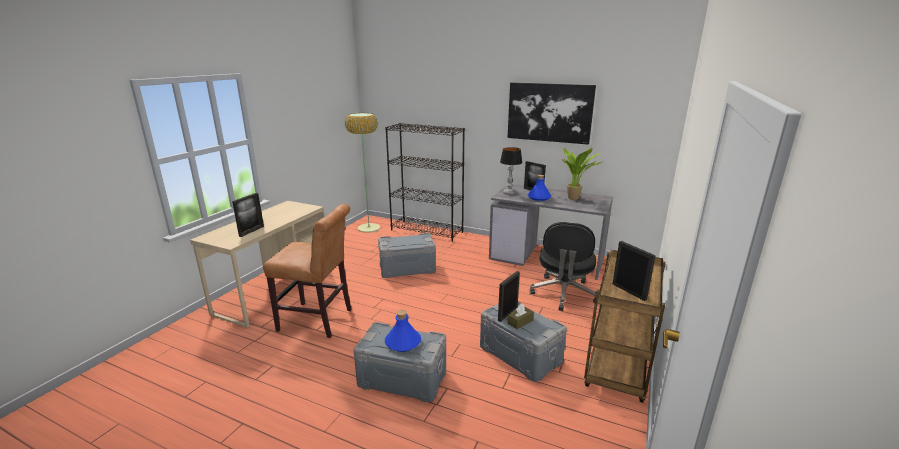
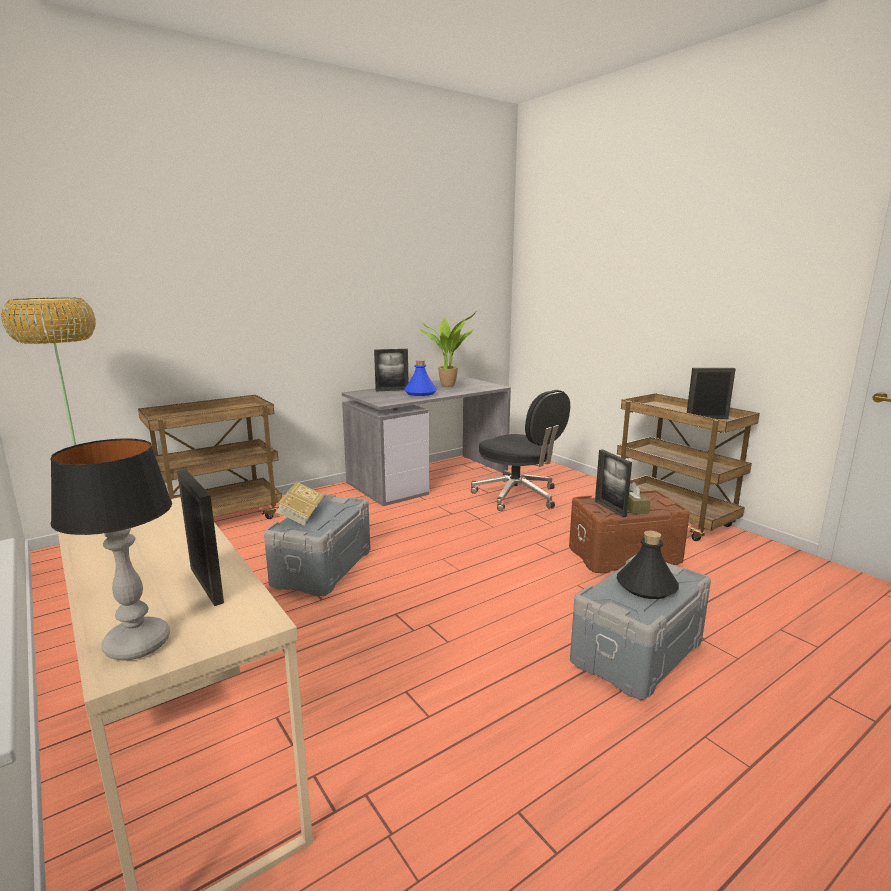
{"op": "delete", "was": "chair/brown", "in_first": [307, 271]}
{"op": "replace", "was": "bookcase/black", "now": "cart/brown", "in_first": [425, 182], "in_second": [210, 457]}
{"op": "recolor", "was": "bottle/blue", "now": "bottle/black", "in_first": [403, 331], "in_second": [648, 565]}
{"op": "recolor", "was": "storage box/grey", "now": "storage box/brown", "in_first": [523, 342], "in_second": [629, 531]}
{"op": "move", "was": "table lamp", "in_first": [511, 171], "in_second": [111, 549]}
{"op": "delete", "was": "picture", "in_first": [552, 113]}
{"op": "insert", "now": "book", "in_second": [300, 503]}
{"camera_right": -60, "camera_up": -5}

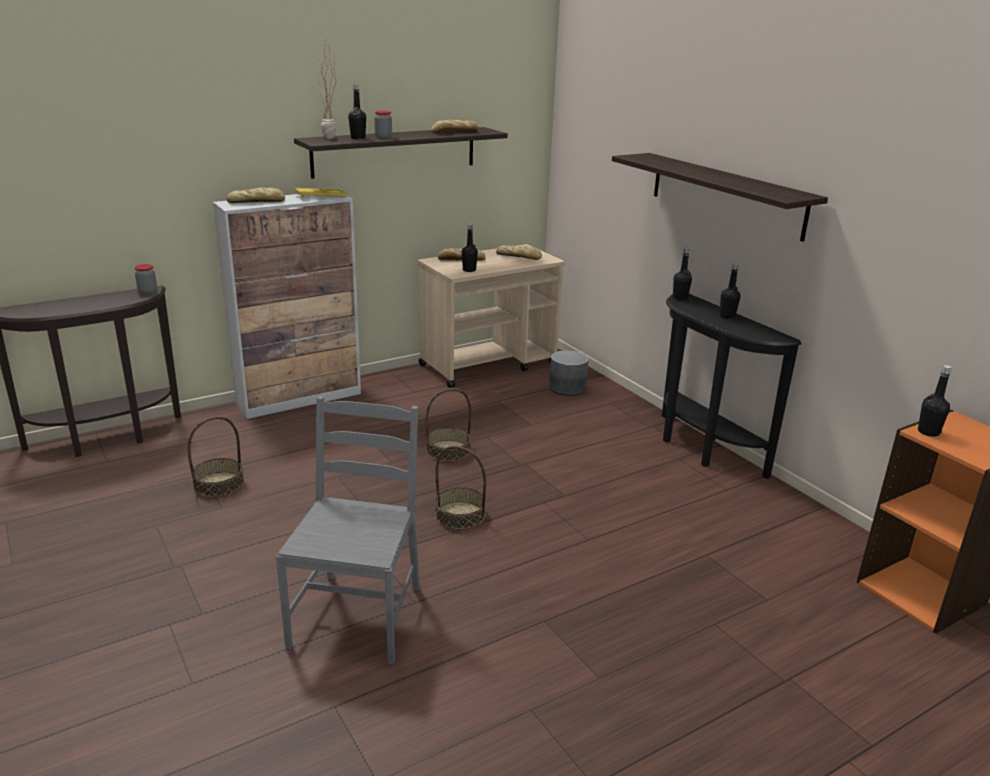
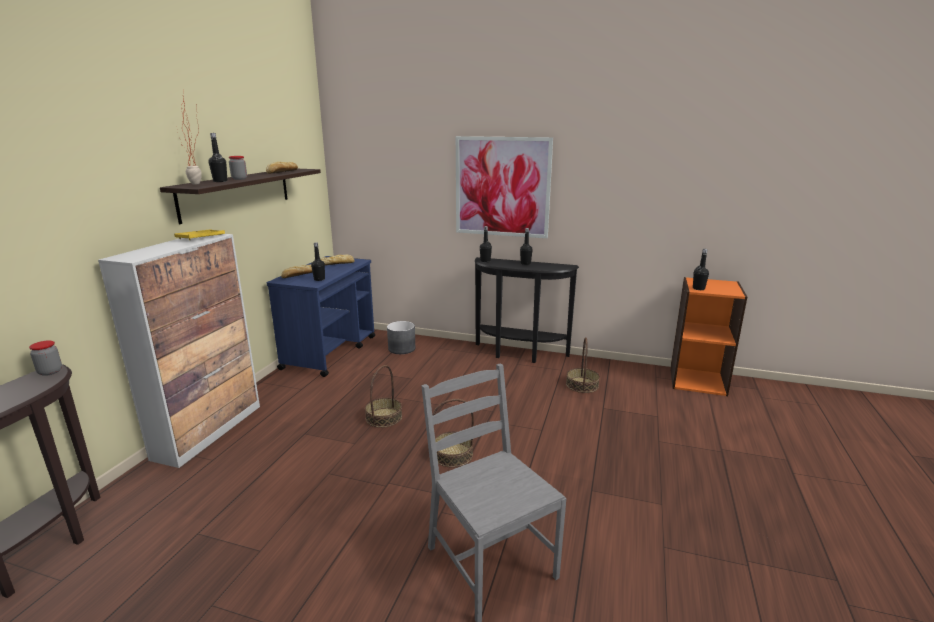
{"op": "move", "was": "basket", "in_first": [215, 457], "in_second": [583, 365]}
{"op": "delete", "was": "bread", "in_first": [256, 195]}
{"op": "recolor", "was": "cart/beige", "now": "cart/blue", "in_first": [491, 316], "in_second": [320, 316]}
{"op": "replace", "was": "shelf", "now": "picture", "in_first": [720, 197], "in_second": [504, 187]}
{"camera_right": -40, "camera_up": -5}

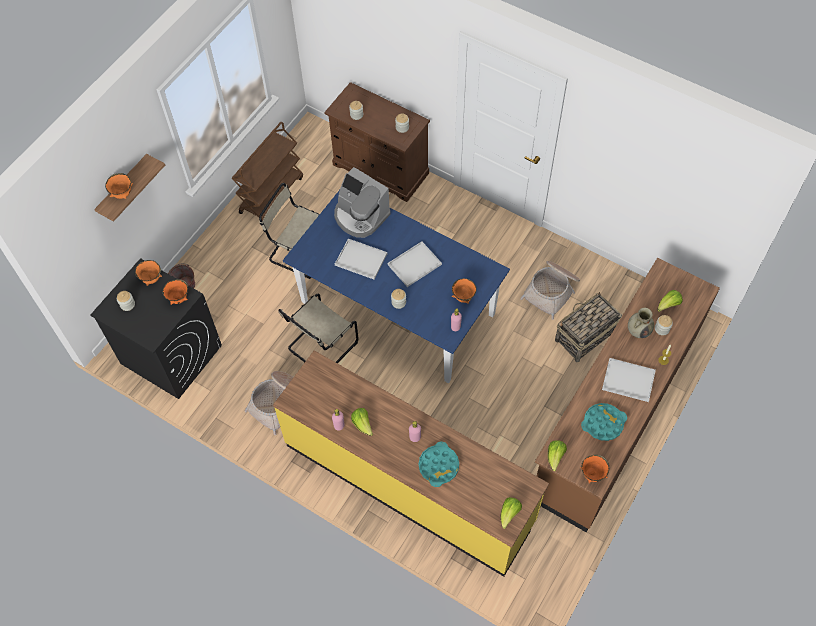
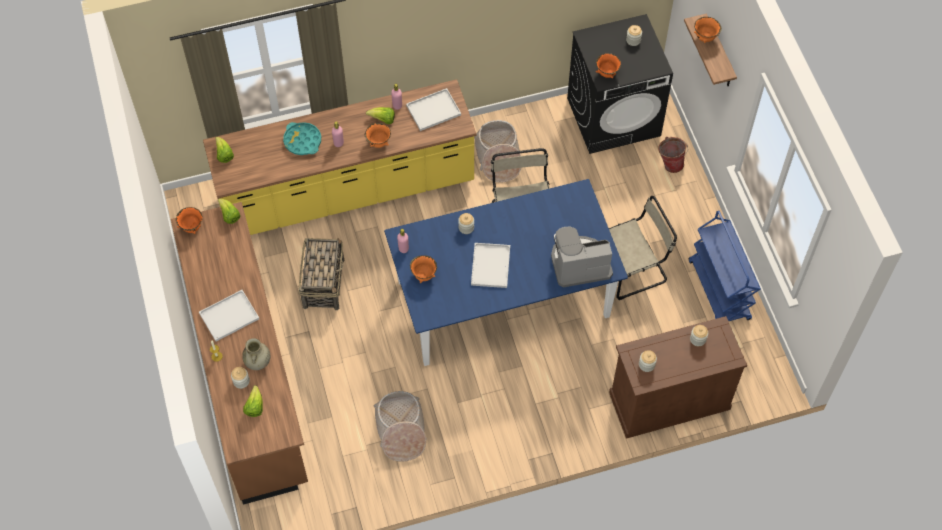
{"op": "move", "was": "bowl/orange", "in_first": [148, 273], "in_second": [378, 135]}
{"op": "recolor", "was": "cart/brown", "now": "cart/blue", "in_first": [267, 171], "in_second": [725, 266]}
{"op": "move", "was": "tray/white", "in_first": [361, 259], "in_second": [433, 109]}
{"op": "move", "was": "basket", "in_first": [588, 327], "in_second": [321, 274]}
{"op": "delete", "was": "tray/turquoise", "in_first": [604, 422]}
{"camera_right": 130, "camera_up": 0}

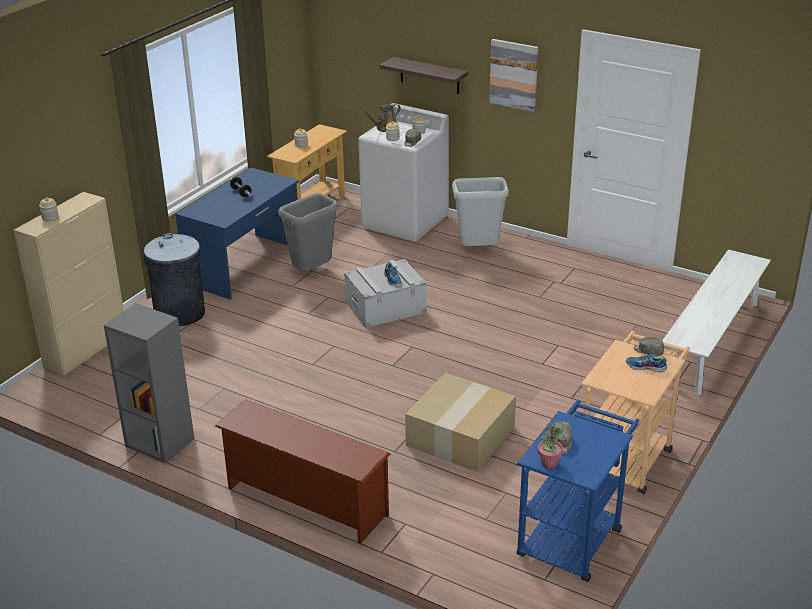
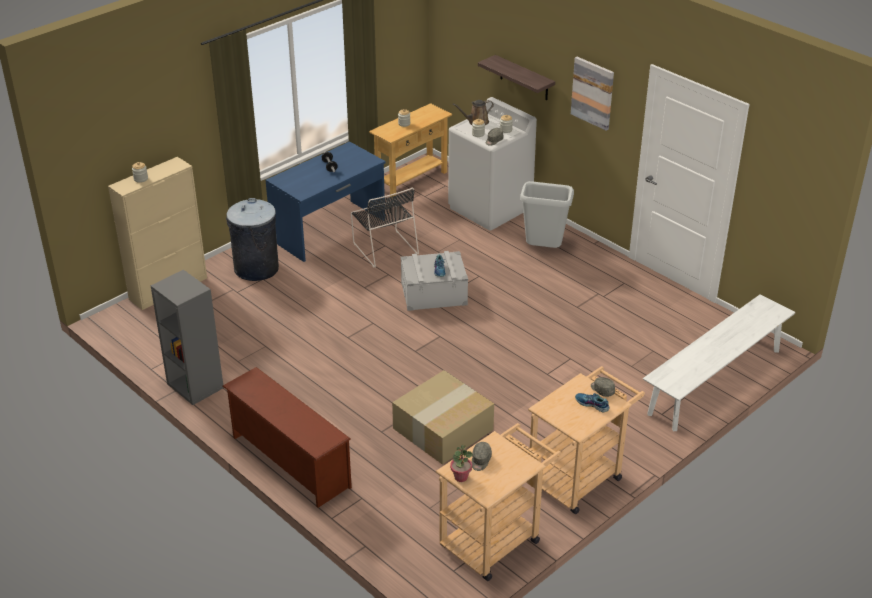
{"op": "replace", "was": "trash can/grey", "now": "chair/black", "in_first": [308, 232], "in_second": [385, 228]}
{"op": "recolor", "was": "cart/blue", "now": "cart/beige", "in_first": [578, 490], "in_second": [498, 502]}
{"camera_right": 15, "camera_up": 5}

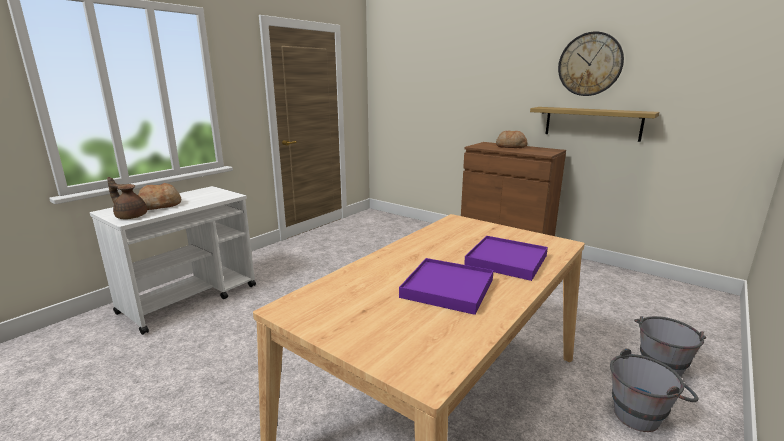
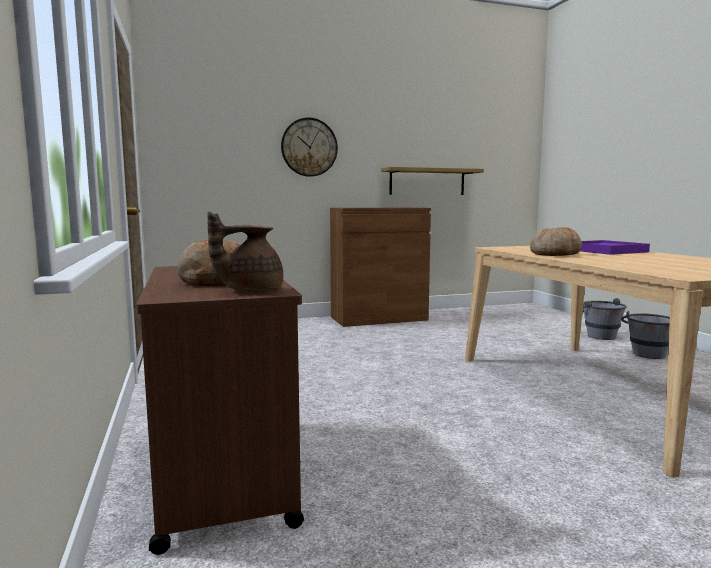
{"op": "recolor", "was": "cart/white", "now": "cart/brown", "in_first": [173, 260], "in_second": [220, 410]}
{"op": "delete", "was": "tray/purple", "in_first": [446, 286]}
{"op": "move", "was": "bread", "in_first": [512, 139], "in_second": [556, 241]}
{"op": "move", "was": "wall clock", "in_first": [591, 64], "in_second": [309, 147]}
{"camera_right": -55, "camera_up": -10}

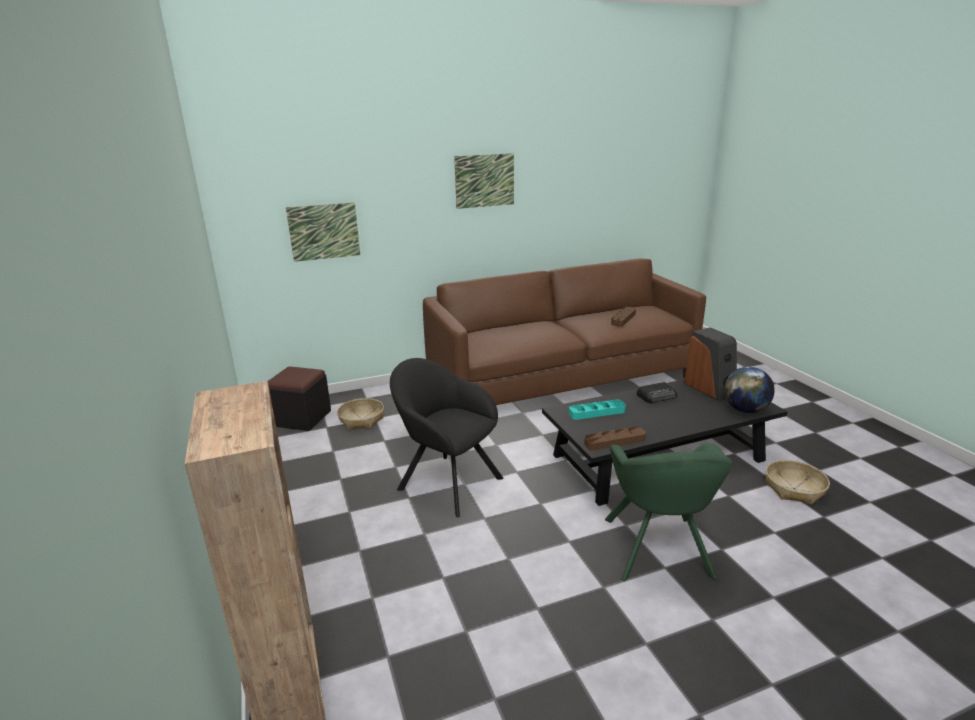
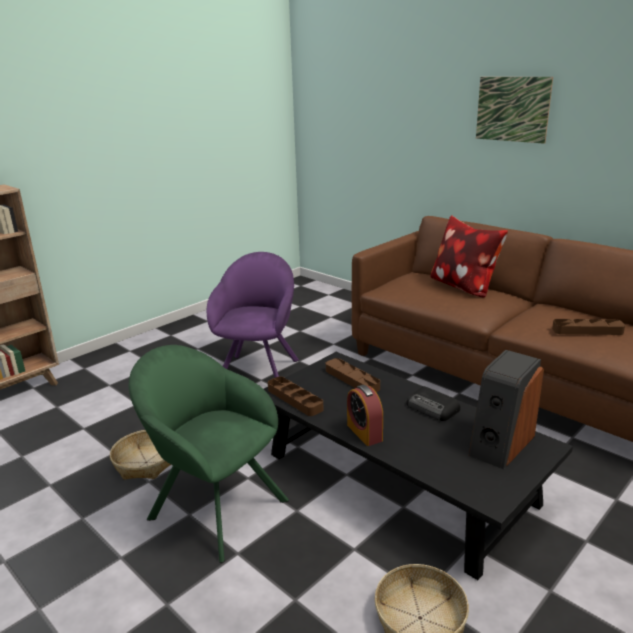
{"op": "delete", "was": "ottoman/black", "in_first": [299, 398]}
{"op": "delete", "was": "picture", "in_first": [323, 232]}
{"op": "move", "was": "basket", "in_first": [360, 413], "in_second": [140, 455]}
{"op": "recolor", "was": "armchair/black", "now": "armchair/purple", "in_first": [447, 438], "in_second": [253, 315]}
{"op": "recolor", "was": "tray/turquoise", "now": "tray/brown", "in_first": [597, 409], "in_second": [353, 375]}
{"op": "rotate", "was": "armchair/green", "in_first": [669, 512], "in_second": [209, 454], "clockwise": 60}
{"op": "delete", "was": "globe", "in_first": [749, 390]}
{"op": "insert", "now": "alarm clock", "in_second": [365, 415]}
{"op": "insert", "now": "pillow", "in_second": [469, 256]}
{"camera_right": 65, "camera_up": 0}

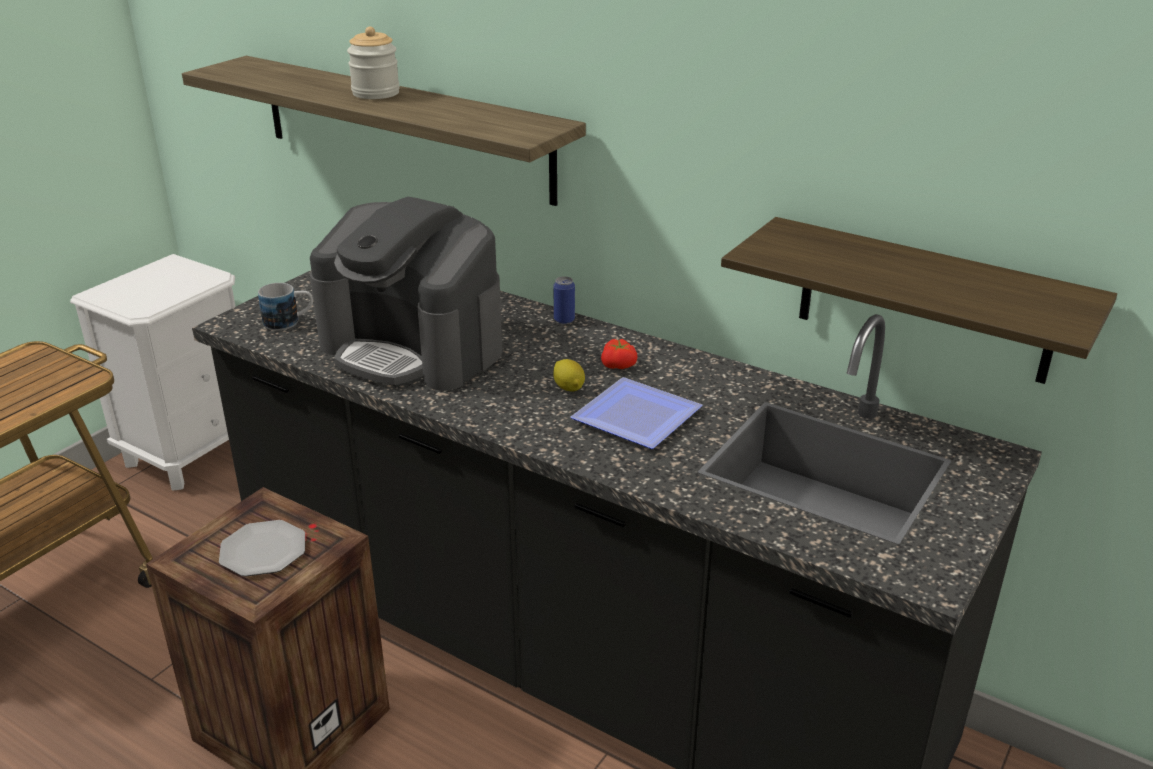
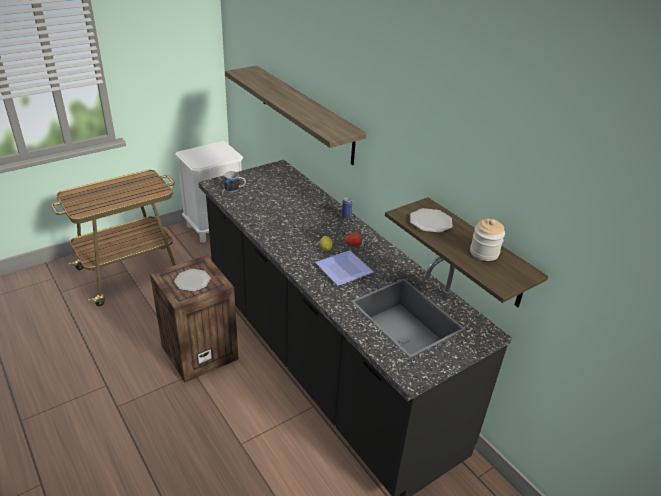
{"op": "delete", "was": "coffee machine", "in_first": [406, 294]}
{"op": "move", "was": "jar", "in_first": [373, 63], "in_second": [487, 240]}
{"op": "insert", "now": "plate", "in_second": [431, 220]}
{"camera_right": 20, "camera_up": 5}

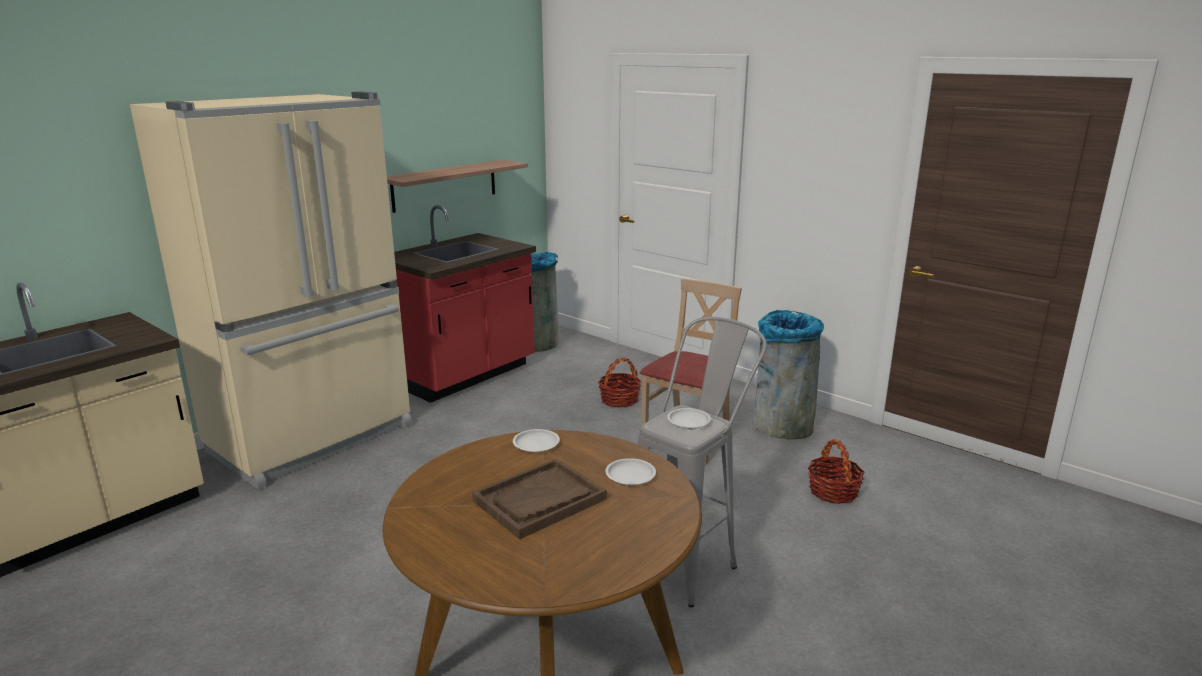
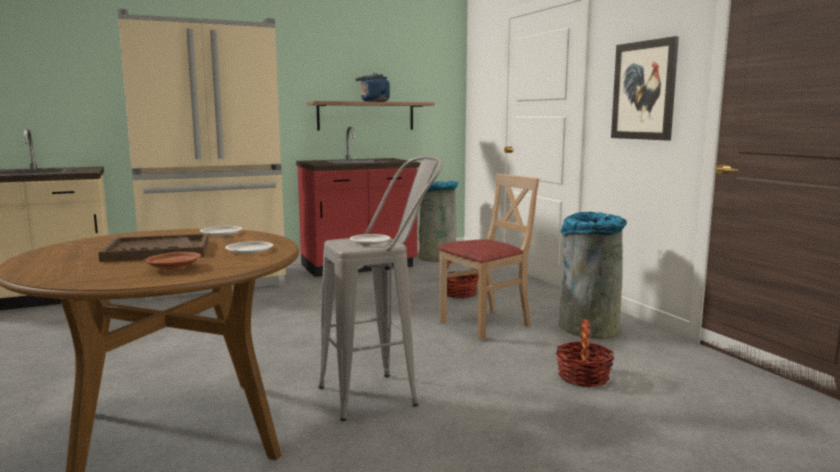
{"op": "insert", "now": "plate/brown", "in_second": [173, 261]}
{"op": "insert", "now": "kettle/blue", "in_second": [372, 87]}
{"op": "insert", "now": "picture", "in_second": [645, 88]}
{"camera_right": 25, "camera_up": -10}

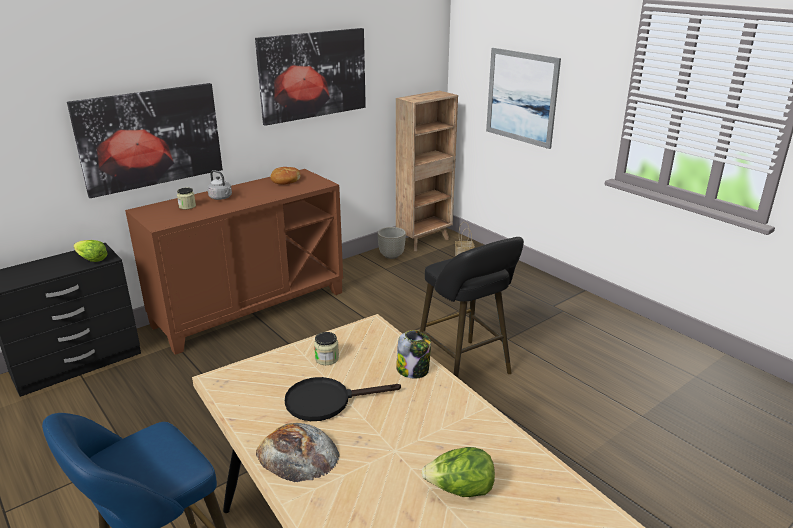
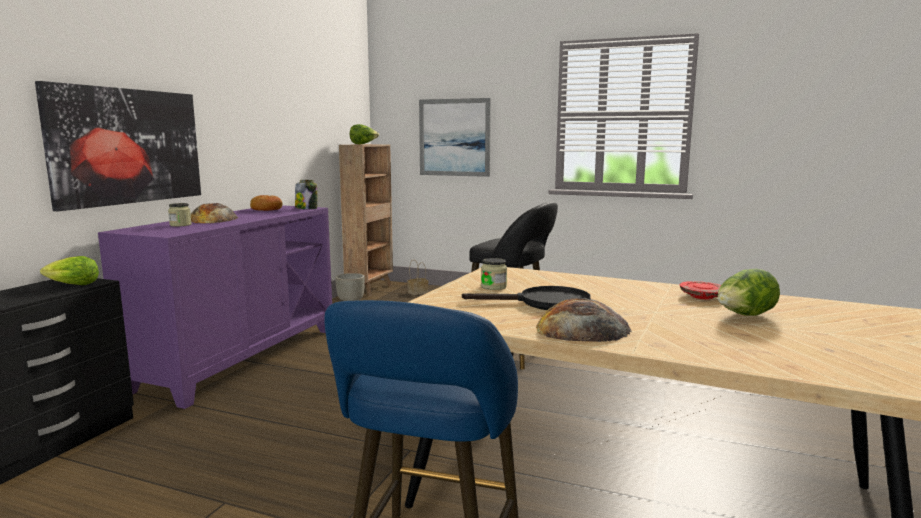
{"op": "recolor", "was": "cabinet/brown", "now": "cabinet/purple", "in_first": [234, 262], "in_second": [215, 307]}
{"op": "replace", "was": "kettle/grey", "now": "bread", "in_first": [220, 185], "in_second": [214, 213]}
{"op": "delete", "was": "picture", "in_first": [310, 77]}
{"op": "rotate", "was": "frying pan/black", "in_first": [343, 399], "in_second": [526, 298], "clockwise": -135}
{"op": "move", "was": "jar", "in_first": [413, 354], "in_second": [306, 194]}
{"op": "insert", "now": "lettuce", "in_second": [364, 134]}
{"op": "insert", "now": "plate/red", "in_second": [700, 290]}
{"camera_right": -30, "camera_up": -15}

